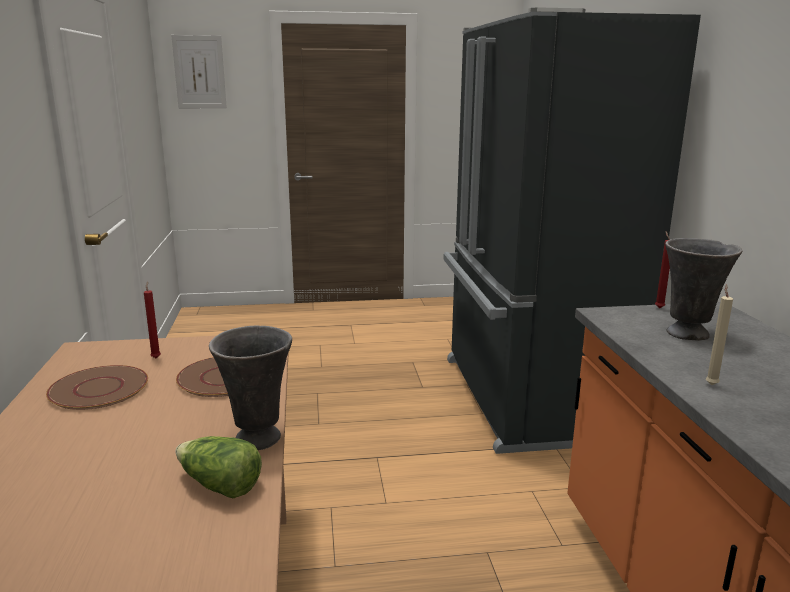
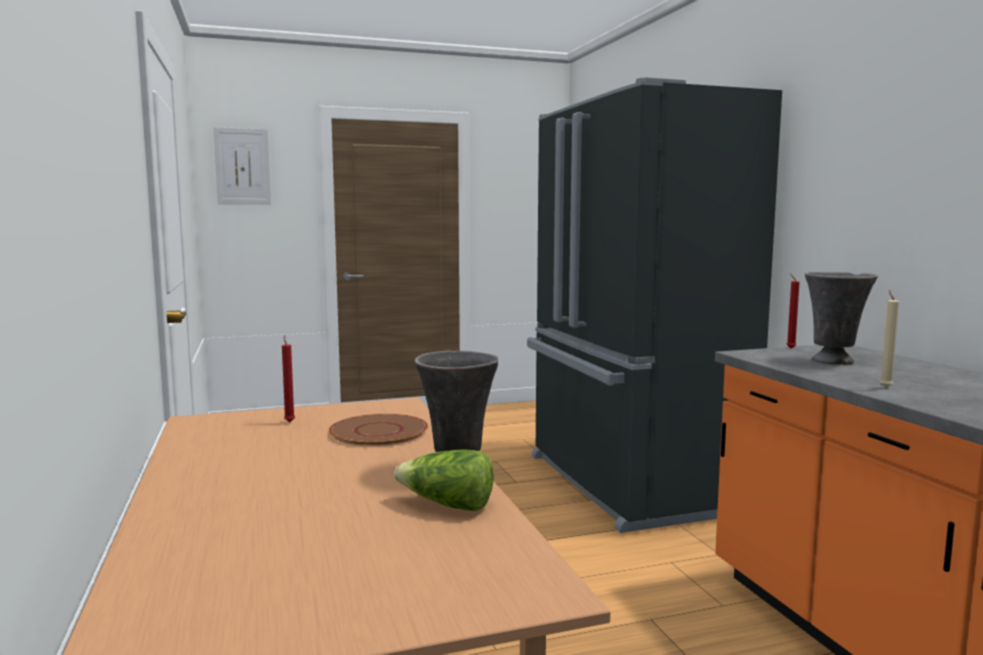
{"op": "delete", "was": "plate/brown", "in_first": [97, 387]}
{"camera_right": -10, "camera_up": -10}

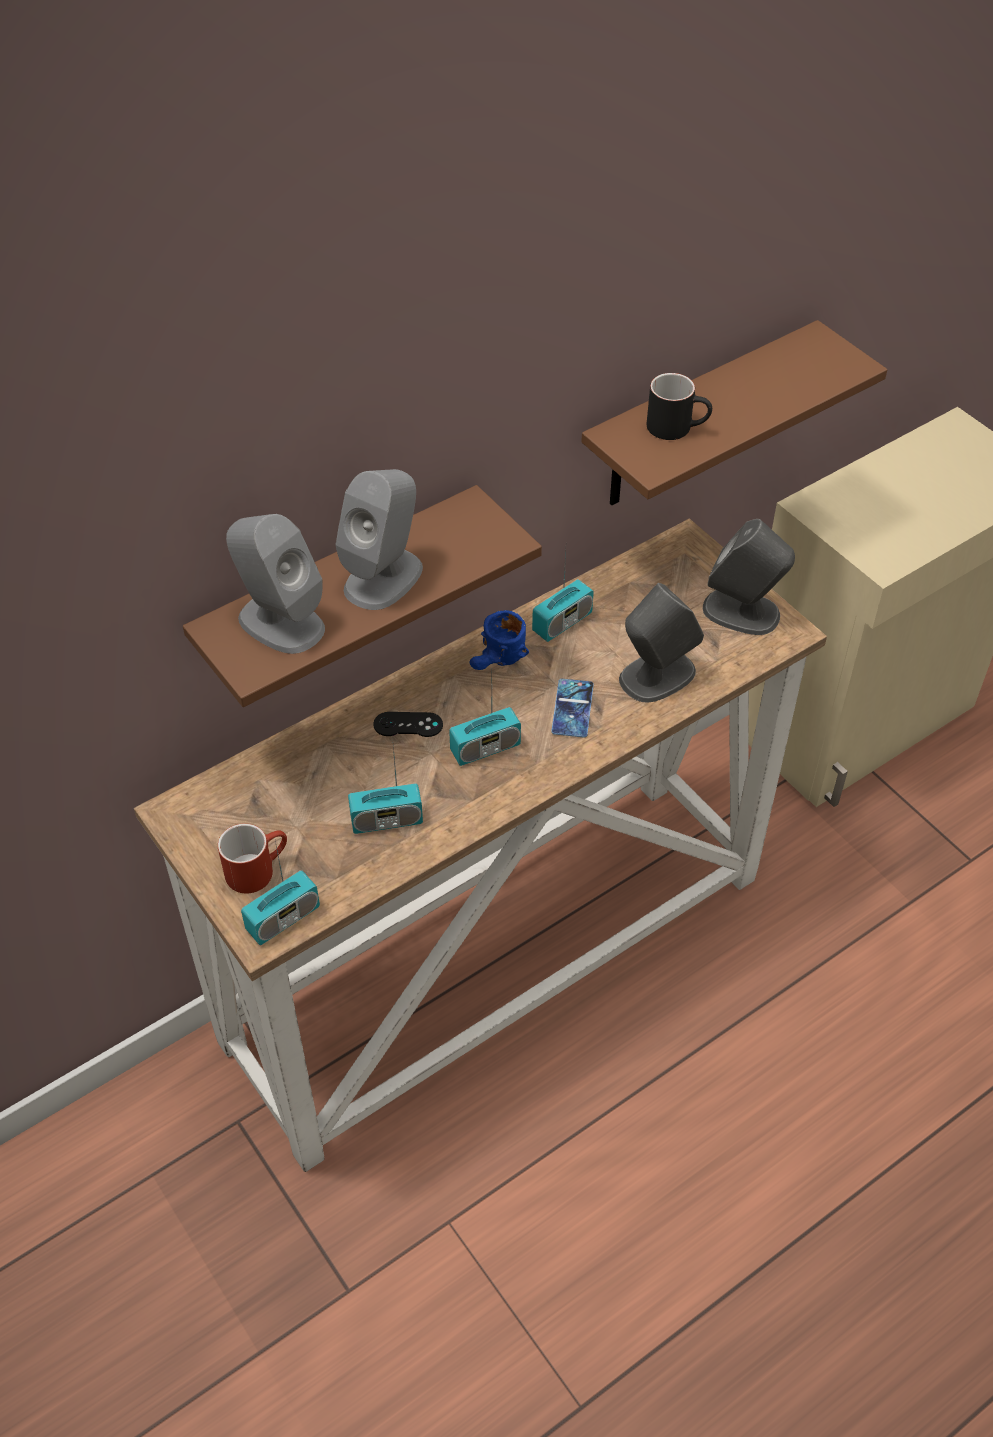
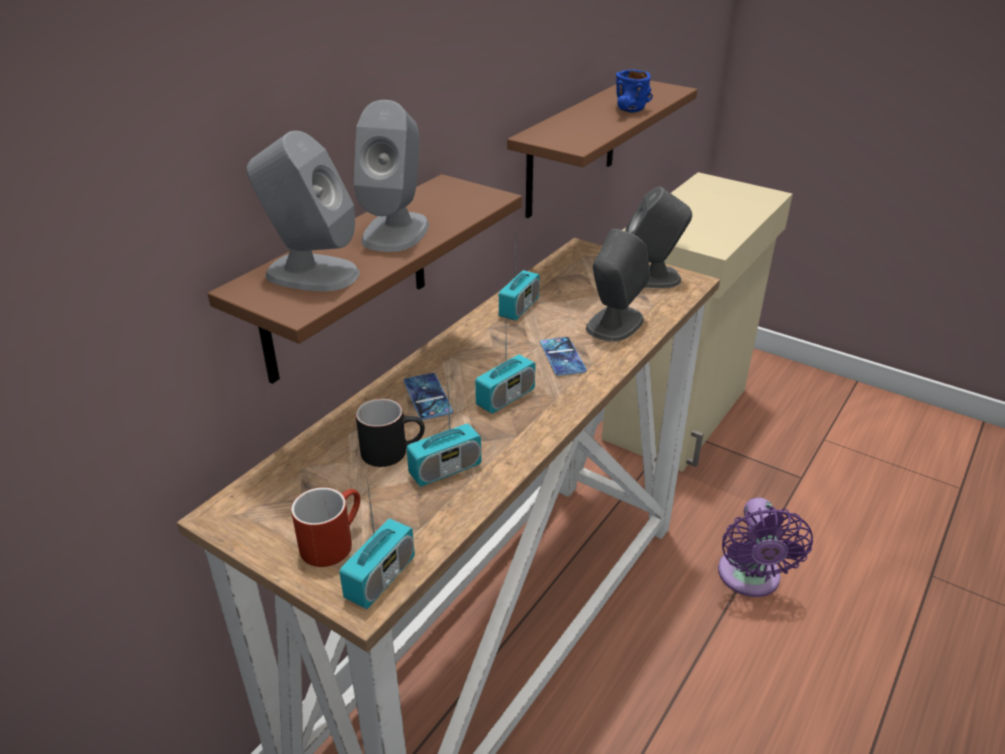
{"op": "replace", "was": "game controller/black", "now": "phone", "in_first": [408, 724], "in_second": [428, 396]}
{"op": "move", "was": "mug/blue", "in_first": [499, 640], "in_second": [634, 91]}
{"op": "move", "was": "mug/black", "in_first": [679, 406], "in_second": [390, 432]}
{"op": "insert", "now": "fan/purple", "in_second": [765, 547]}
{"camera_right": -20, "camera_up": -15}

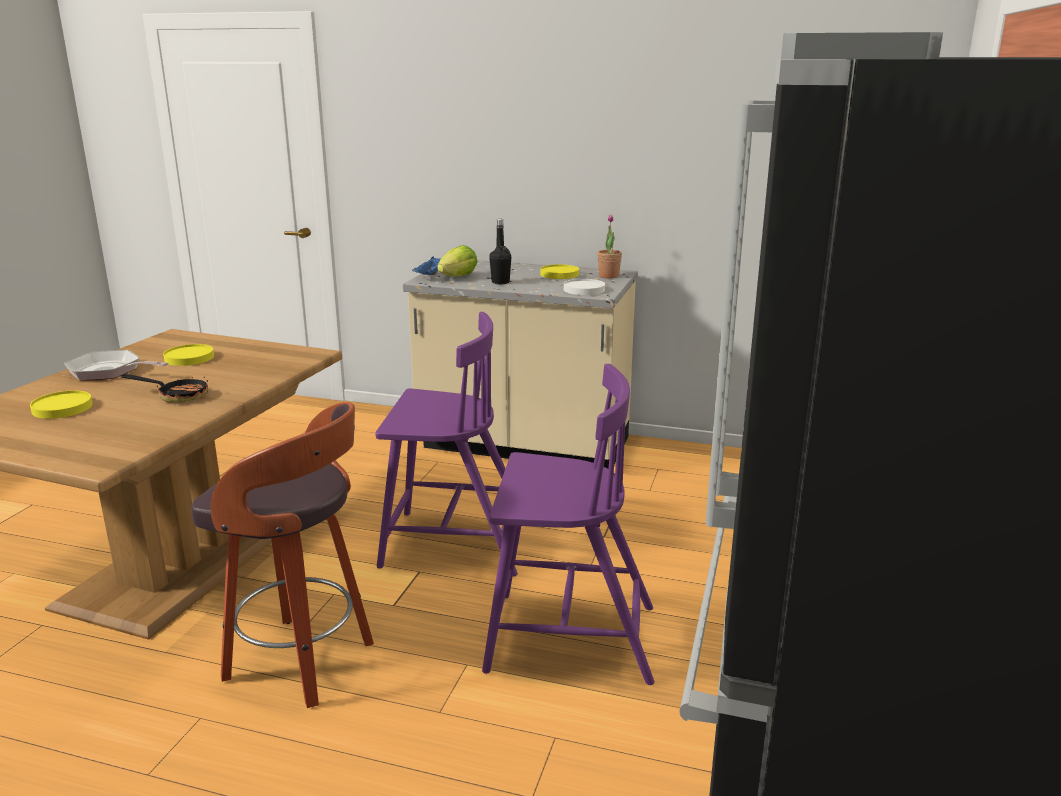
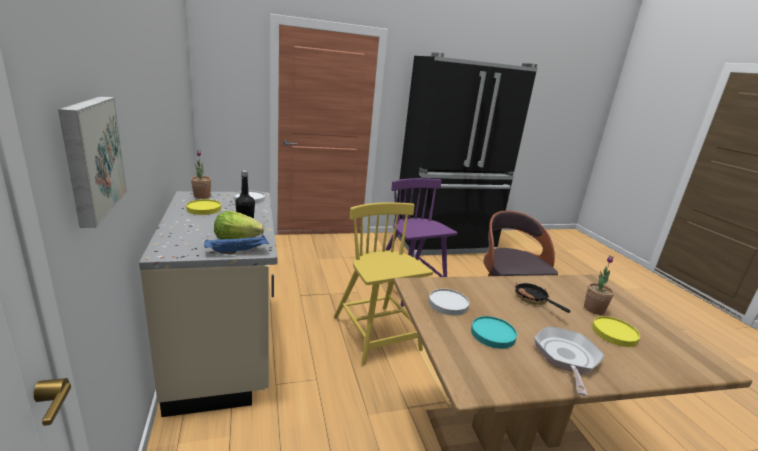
{"op": "rotate", "was": "frying pan", "in_first": [116, 365], "in_second": [569, 361], "clockwise": -150}
{"op": "recolor", "was": "plate/yellow", "now": "plate/turquoise", "in_first": [188, 355], "in_second": [494, 332]}
{"op": "recolor", "was": "chair/purple", "now": "chair/yellow", "in_first": [446, 444], "in_second": [383, 284]}
{"op": "insert", "now": "picture", "in_second": [92, 162]}
{"op": "insert", "now": "plate/white", "in_second": [449, 302]}
{"op": "insert", "now": "potted plant", "in_second": [599, 285]}
{"camera_right": -125, "camera_up": 0}

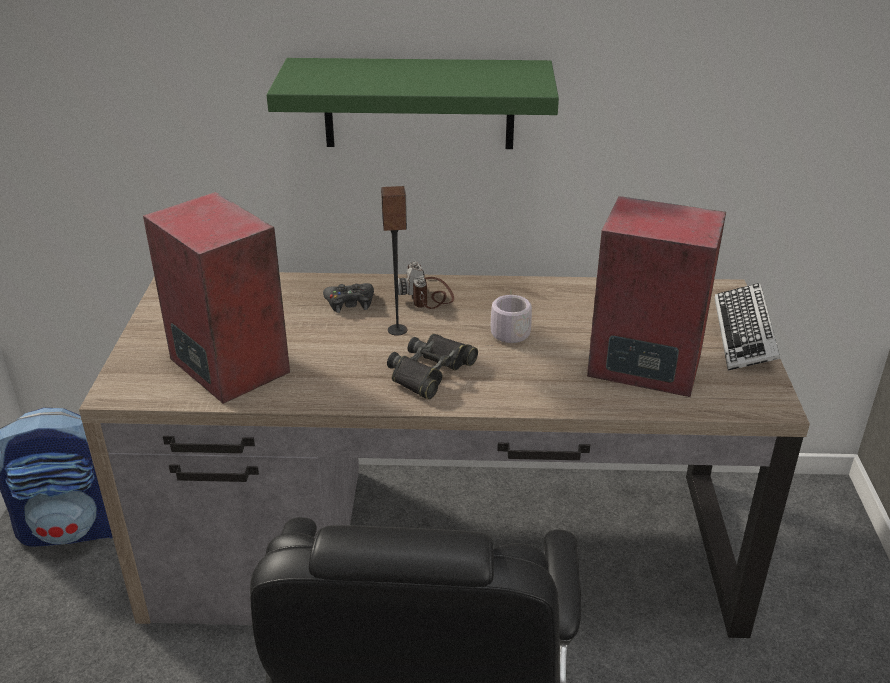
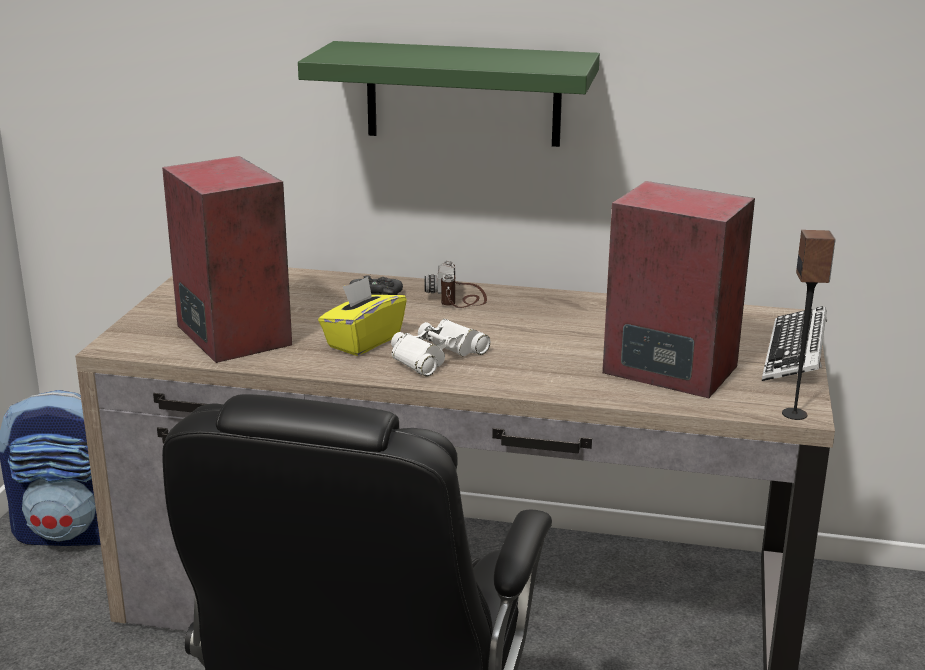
{"op": "move", "was": "speaker", "in_first": [394, 261], "in_second": [809, 325]}
{"op": "recolor", "was": "binoculars/black", "now": "binoculars/white", "in_first": [432, 366], "in_second": [440, 348]}
{"op": "delete", "was": "mug/grey", "in_first": [508, 320]}
{"op": "insert", "now": "tissue box/yellow", "in_second": [362, 316]}
{"camera_right": 10, "camera_up": -10}

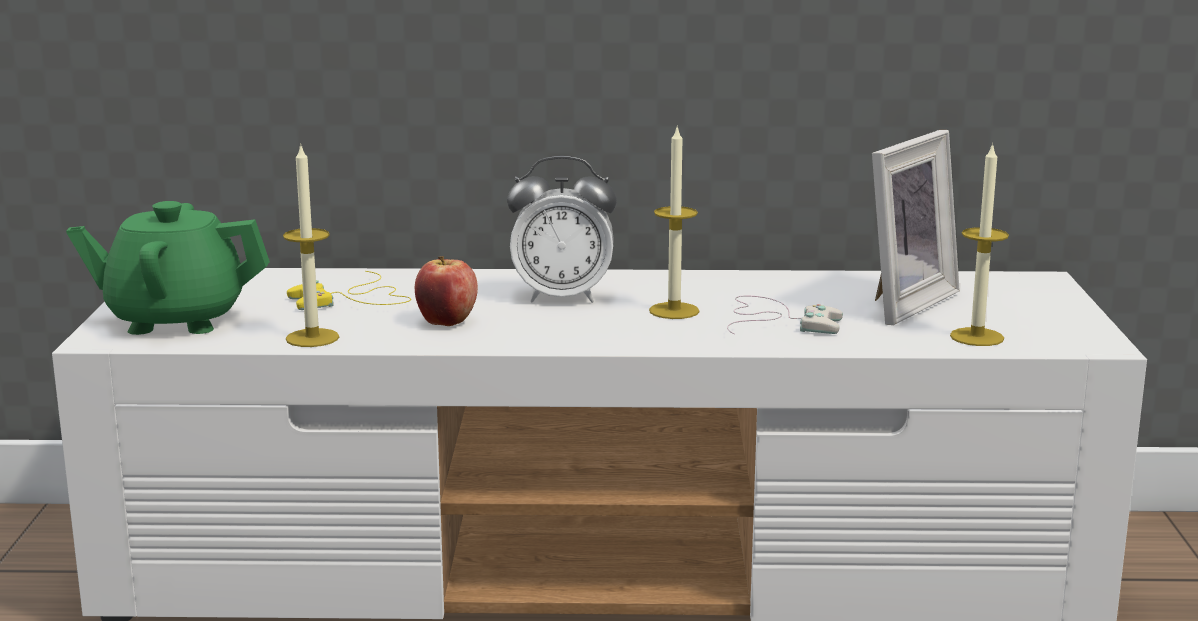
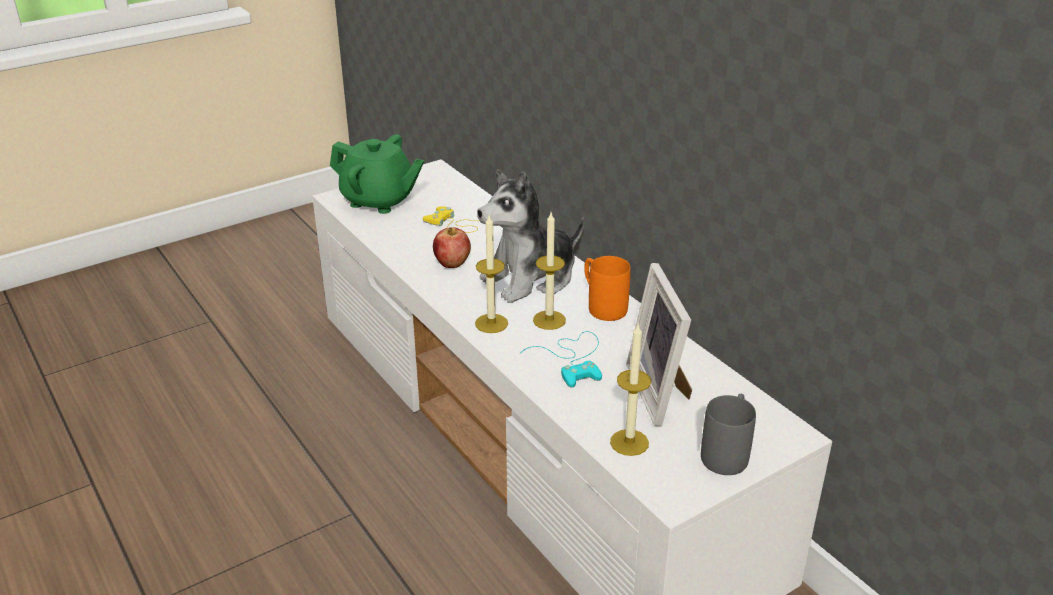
{"op": "rotate", "was": "teapot/green", "in_first": [168, 268], "in_second": [377, 174], "clockwise": 150}
{"op": "move", "was": "candle", "in_first": [311, 245], "in_second": [491, 274]}
{"op": "replace", "was": "alarm clock", "now": "plush toy", "in_first": [562, 229], "in_second": [530, 236]}
{"op": "recolor", "was": "game controller/white", "now": "game controller/turquoise", "in_first": [785, 315], "in_second": [561, 359]}
{"op": "rotate", "was": "picture frame", "in_first": [916, 227], "in_second": [659, 344], "clockwise": 75}
{"op": "insert", "now": "mug/orange", "in_second": [607, 288]}
{"op": "insert", "now": "mug/grey", "in_second": [728, 434]}
{"camera_right": 55, "camera_up": 15}

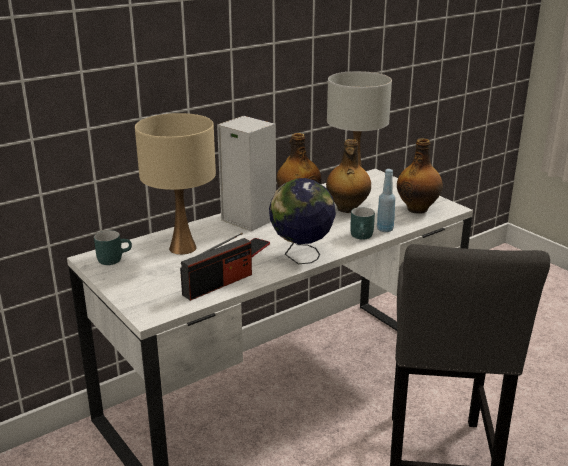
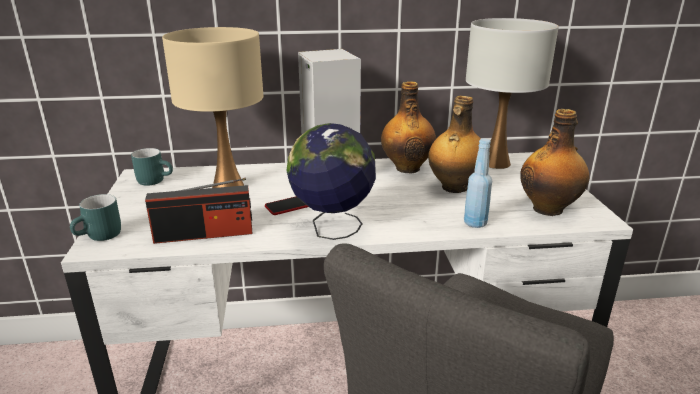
{"op": "move", "was": "mug/turquoise", "in_first": [362, 223], "in_second": [95, 217]}
{"camera_right": 30, "camera_up": 0}

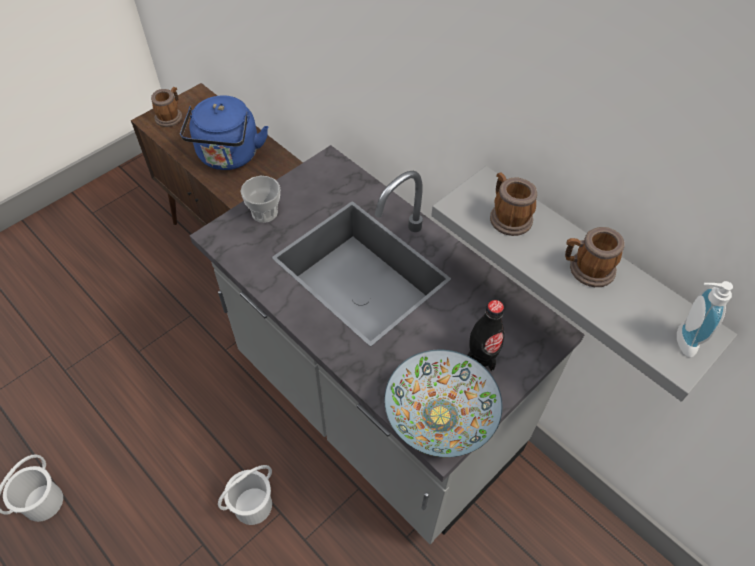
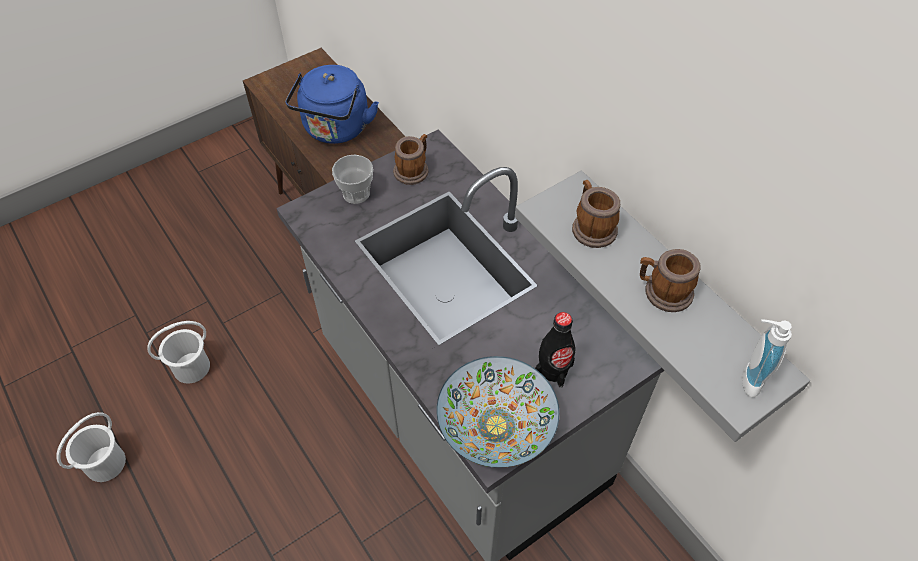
{"op": "move", "was": "mug", "in_first": [166, 107], "in_second": [410, 159]}
{"op": "move", "was": "bucket/white", "in_first": [245, 495], "in_second": [178, 352]}
{"camera_right": 10, "camera_up": 0}

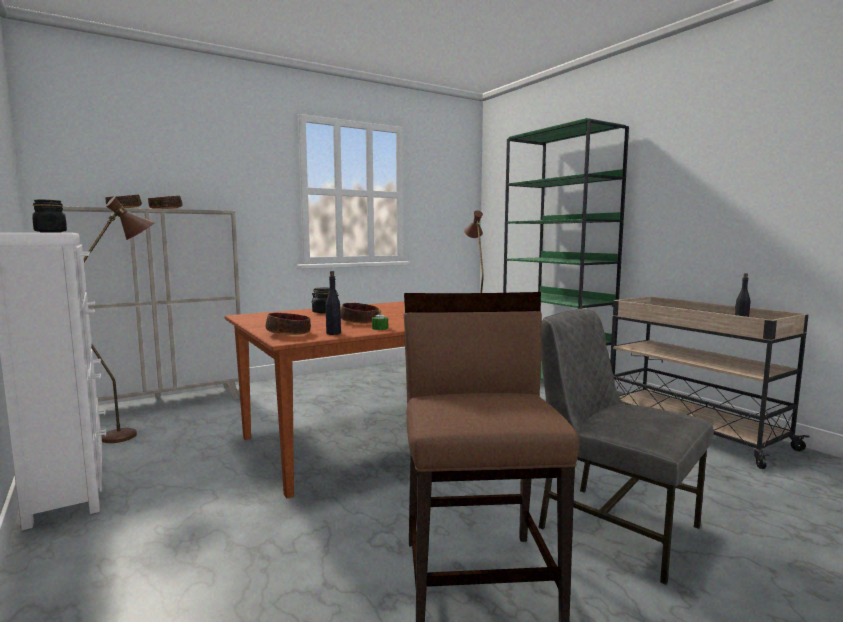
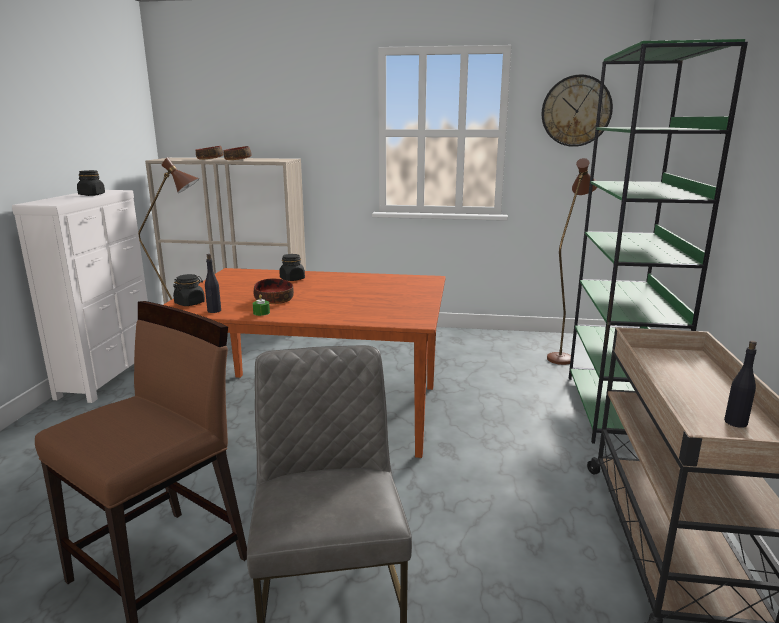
{"op": "replace", "was": "bowl", "now": "jar/black", "in_first": [288, 324], "in_second": [189, 290]}
{"op": "insert", "now": "wall clock", "in_second": [577, 110]}
{"camera_right": 40, "camera_up": 10}

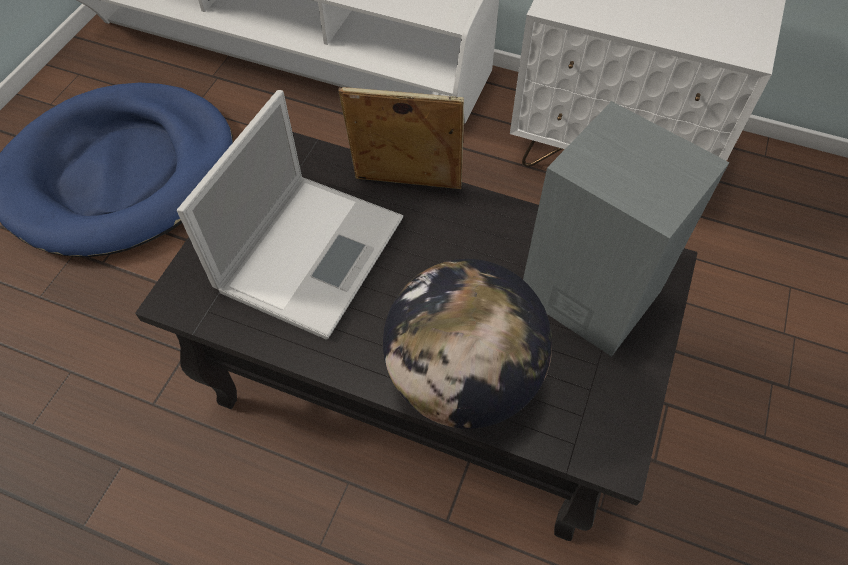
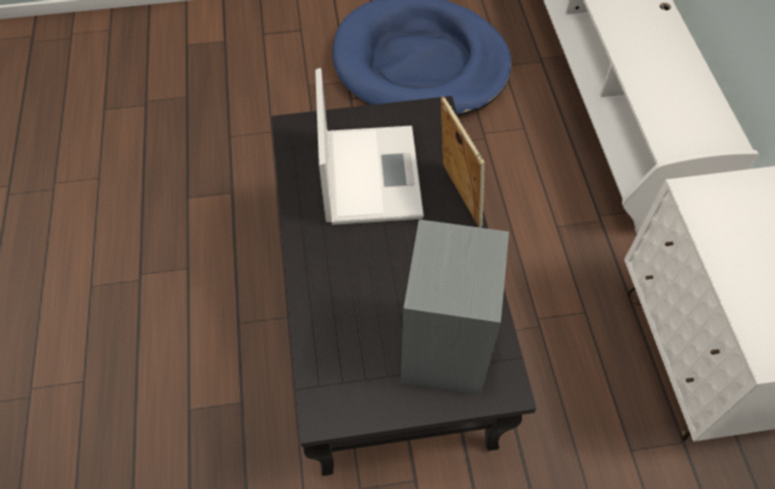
{"op": "rotate", "was": "laptop", "in_first": [290, 215], "in_second": [369, 146], "clockwise": -90}
{"op": "delete", "was": "globe", "in_first": [467, 344]}
{"camera_right": 60, "camera_up": 0}

